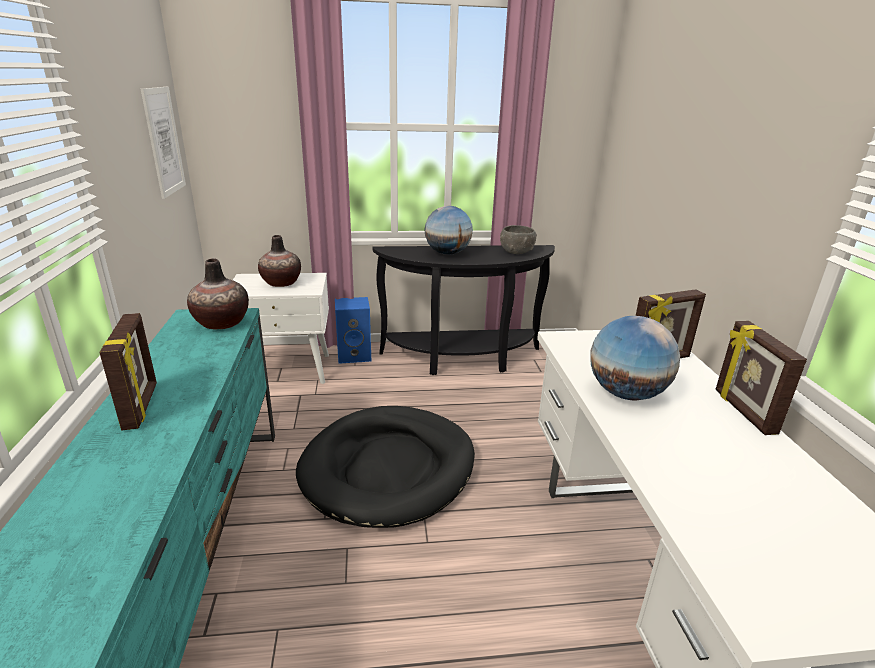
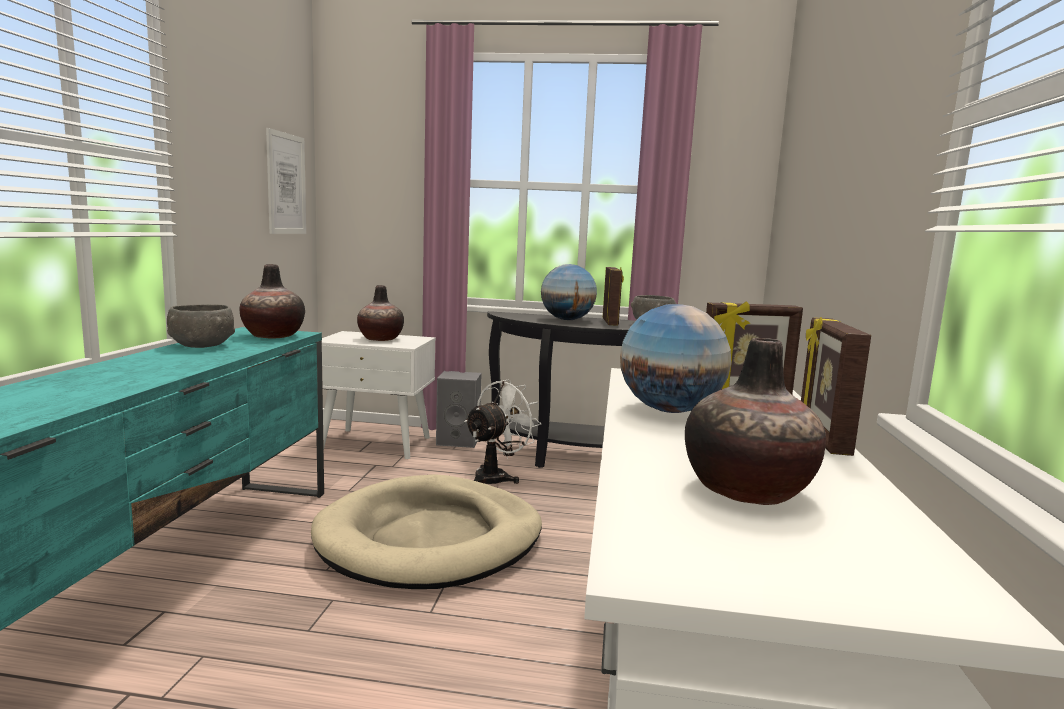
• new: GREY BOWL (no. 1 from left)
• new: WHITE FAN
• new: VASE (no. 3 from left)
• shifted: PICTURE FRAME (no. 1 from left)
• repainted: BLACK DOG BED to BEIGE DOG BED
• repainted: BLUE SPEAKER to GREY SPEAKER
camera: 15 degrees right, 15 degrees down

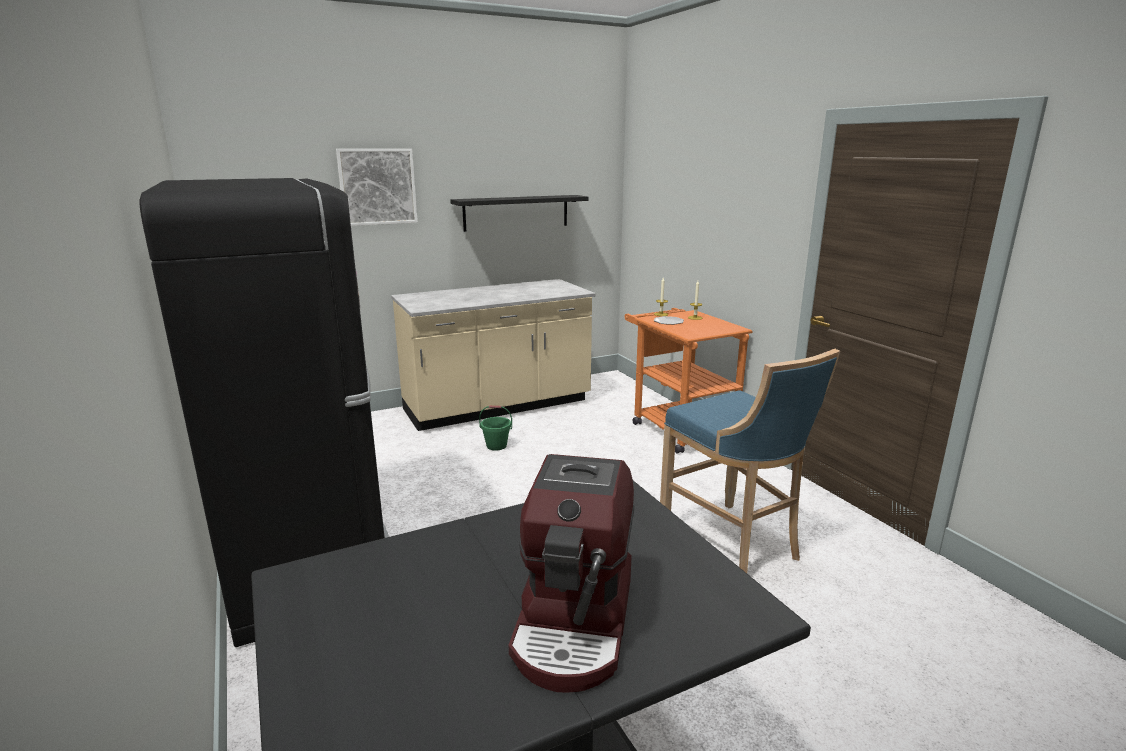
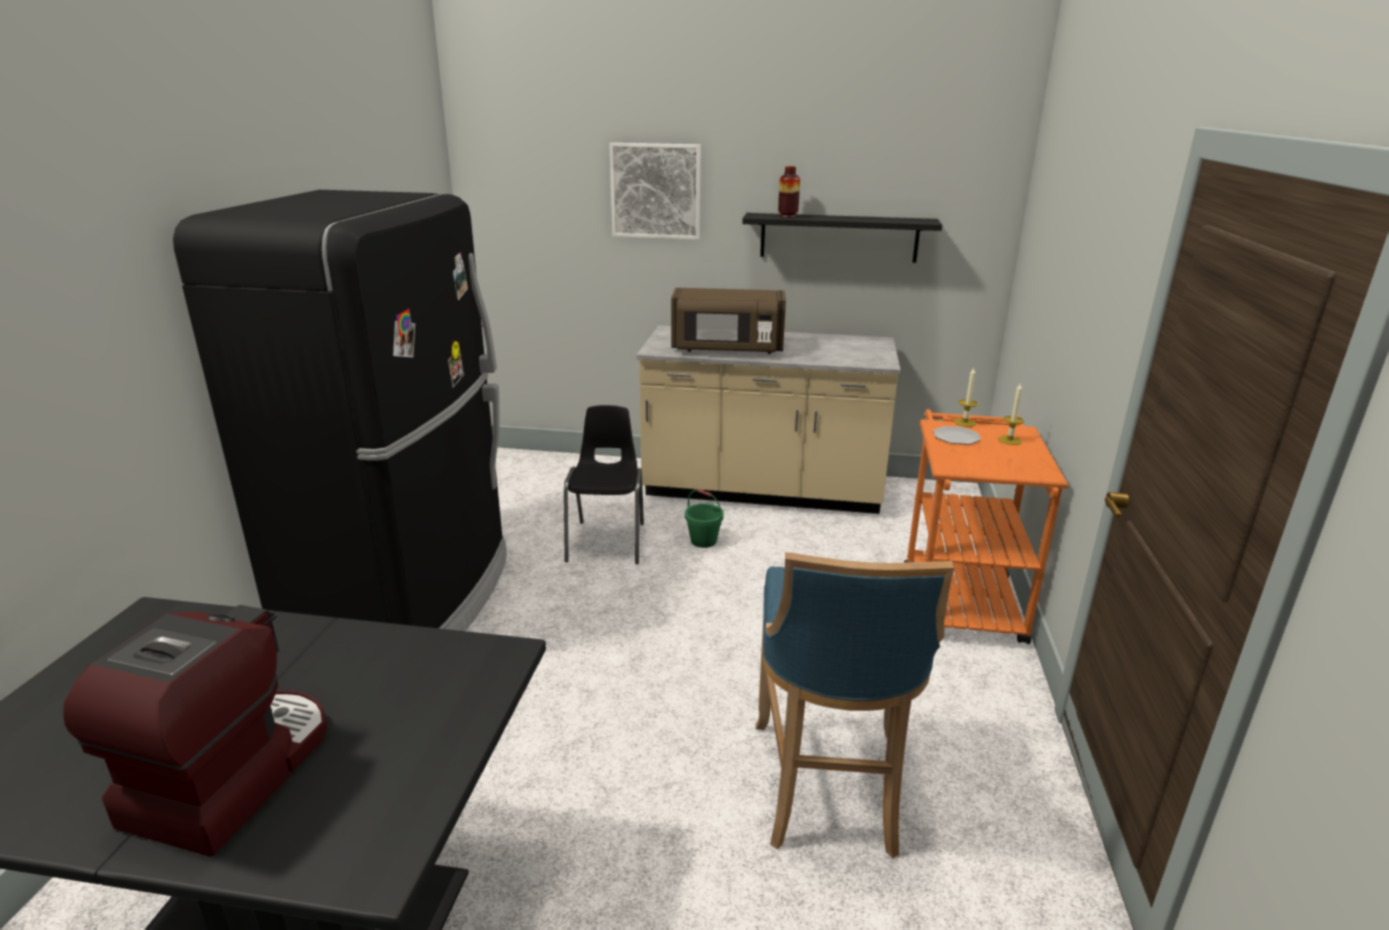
• new: BLACK CHAIR
• new: BROWN MICROWAVE
• new: VASE
• rotated: COFFEE MACHINE 150 degrees clockwise
camera: 35 degrees right, 5 degrees up

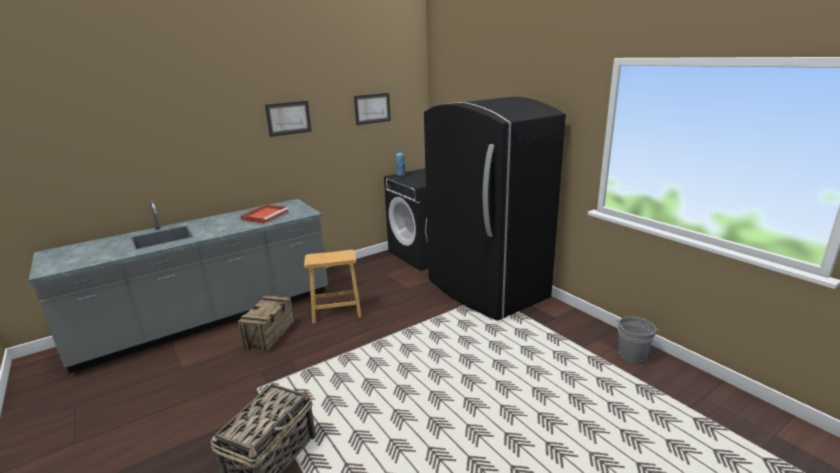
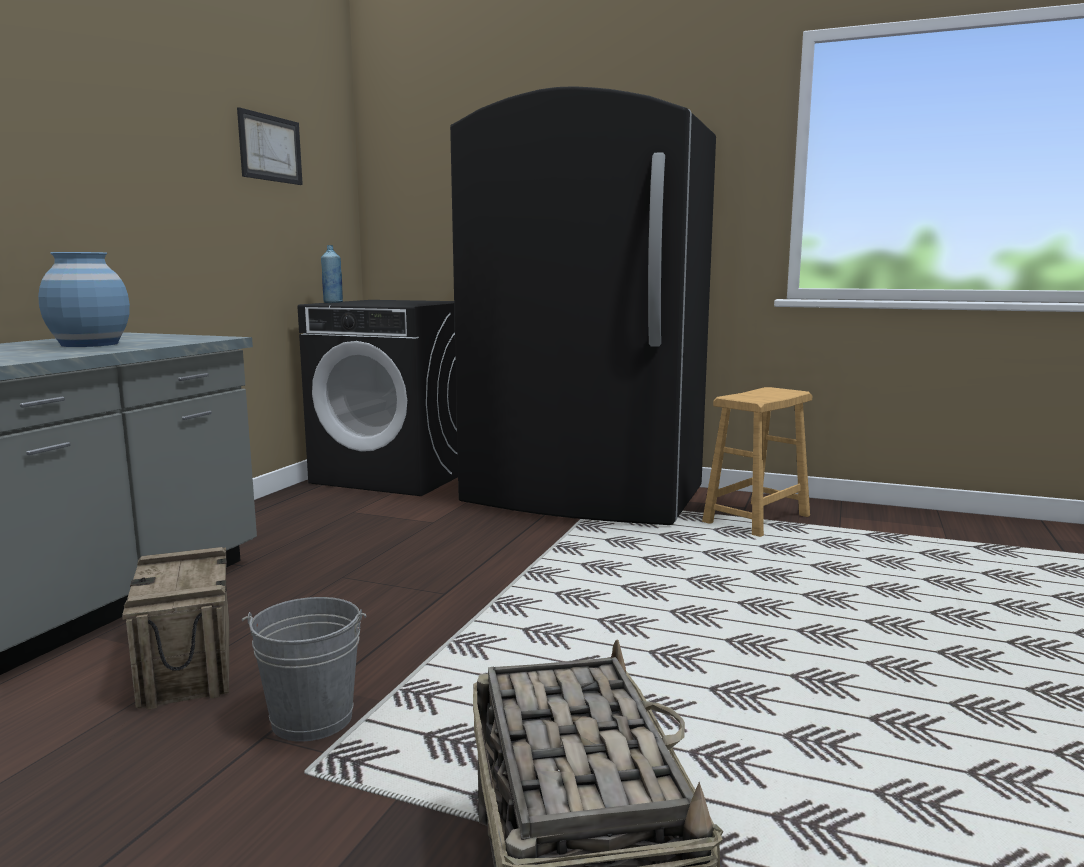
• gone: PICTURE (no. 1 from left)
• shifted: BROWN STOOL
• shifted: GREY BUCKET
• swapped: RED TRAY to BLUE VASE
camera: 35 degrees left, 10 degrees down

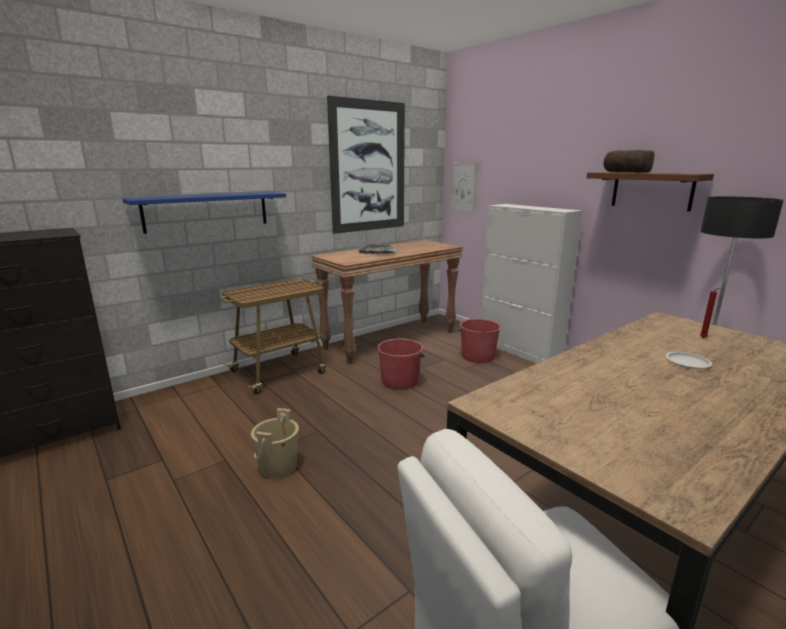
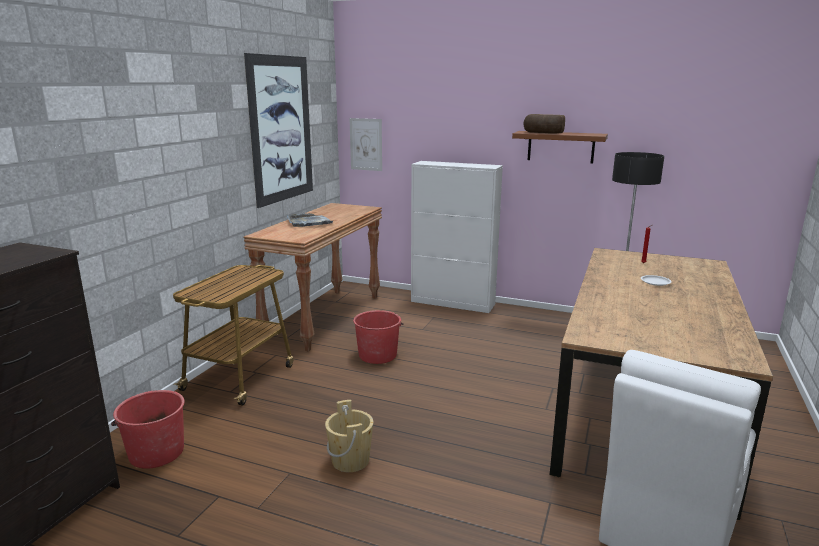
• gone: BLUE SHELF
• shifted: RED BUCKET (no. 2 from left in the first image) to RED BUCKET (no. 1 from left)
camera: 30 degrees left, 0 degrees up

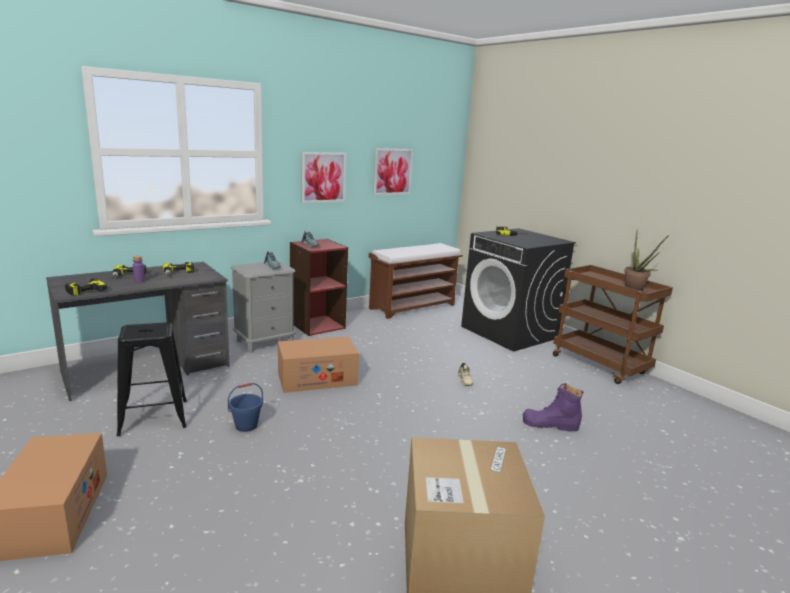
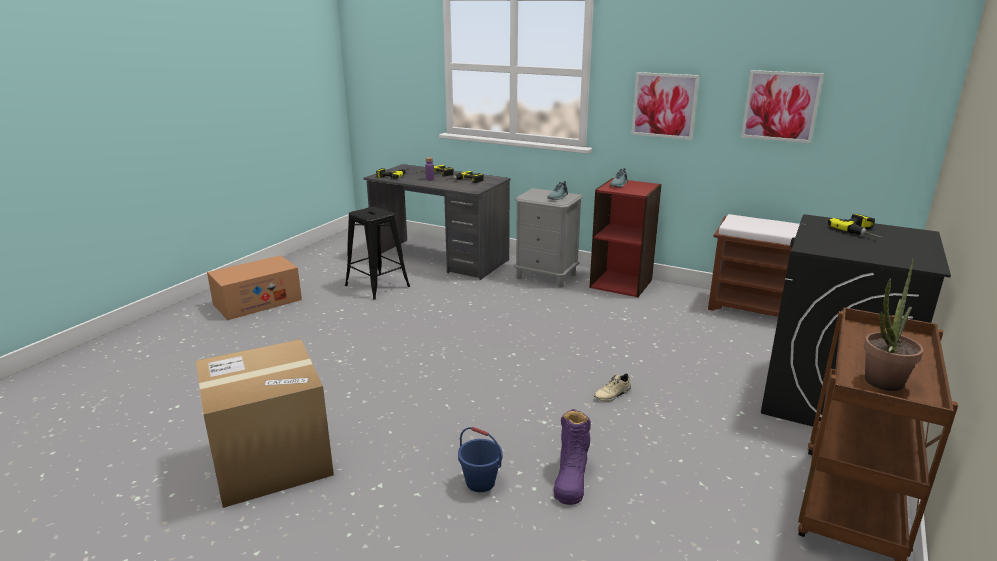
• gone: CARDBOARD BOX (no. 2 from left)
• shifted: BLUE BUCKET
• rotated: PURPLE BOOT 150 degrees counterclockwise
camera: 65 degrees right, 5 degrees up

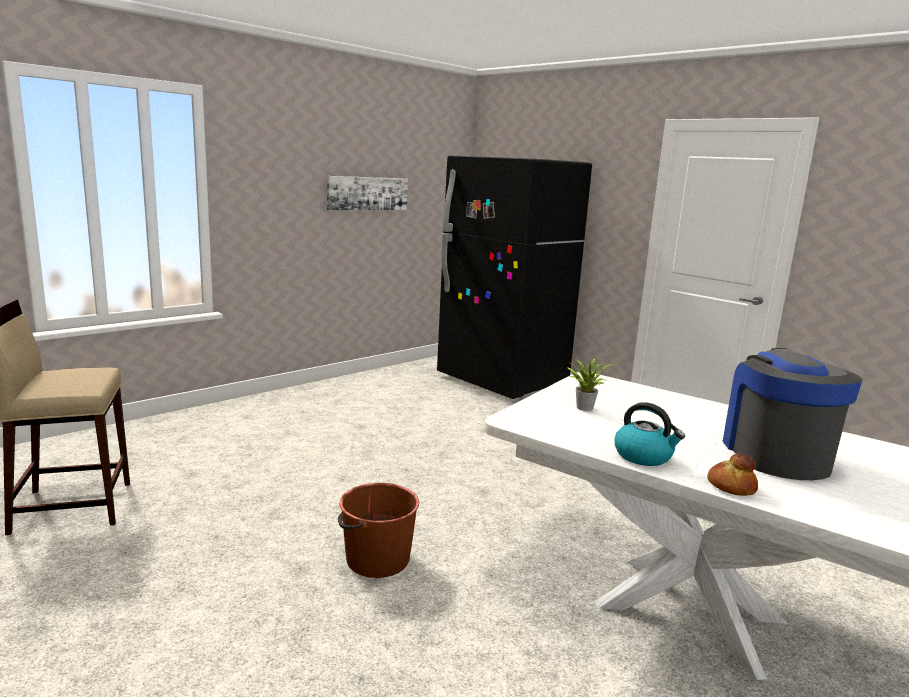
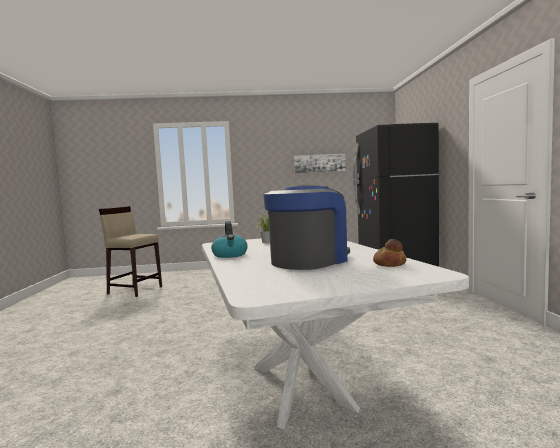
• gone: BROWN BUCKET
• shifted: BREAD
camera: 40 degrees right, 10 degrees down

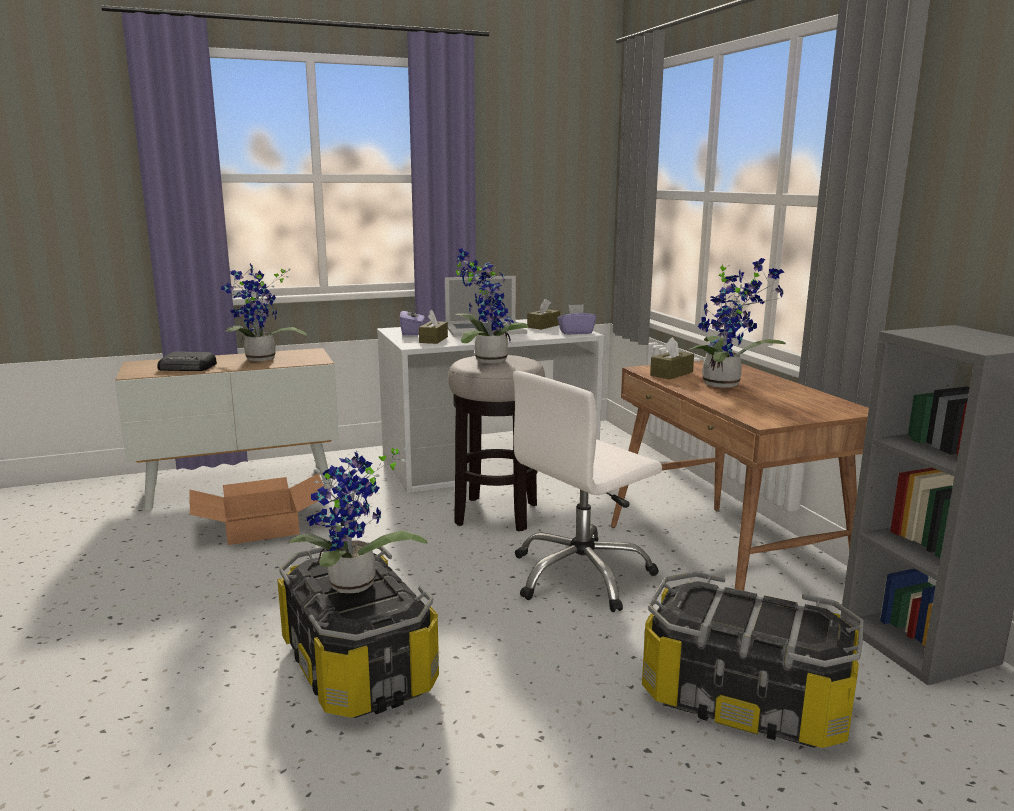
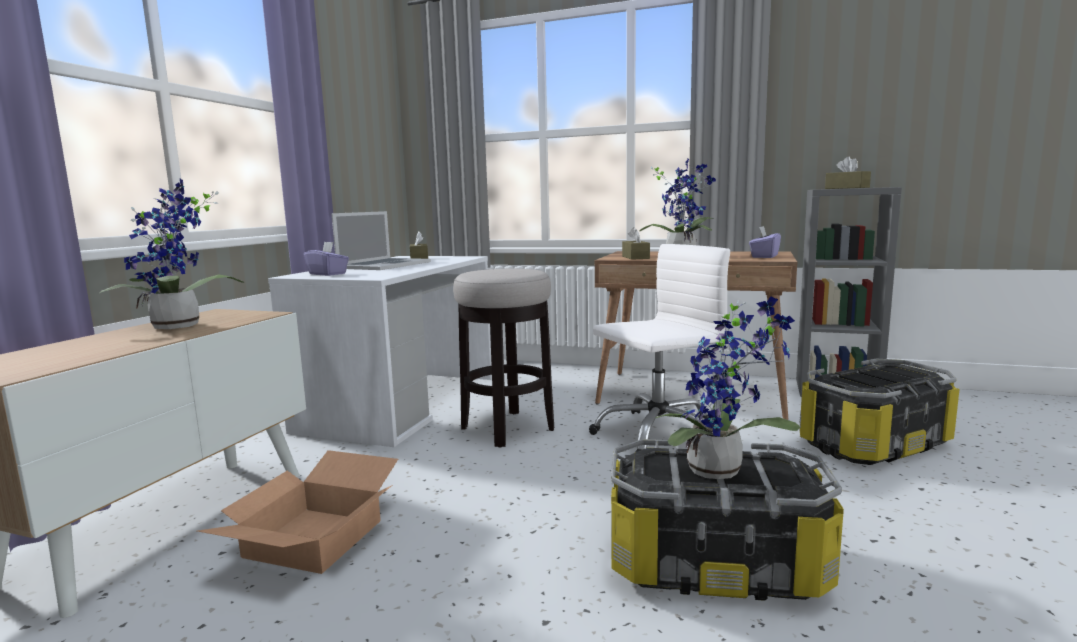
• gone: RADIO
• gone: POTTED PLANT (no. 3 from left)
• shifted: BROWN TISSUE BOX (no. 1 from left in the first image) to BROWN TISSUE BOX (no. 3 from left)
• shifted: PURPLE TISSUE BOX (no. 2 from left)
• rotated: WHITE OFFICE CHAIR 120 degrees counterclockwise
camera: 50 degrees left, 5 degrees down

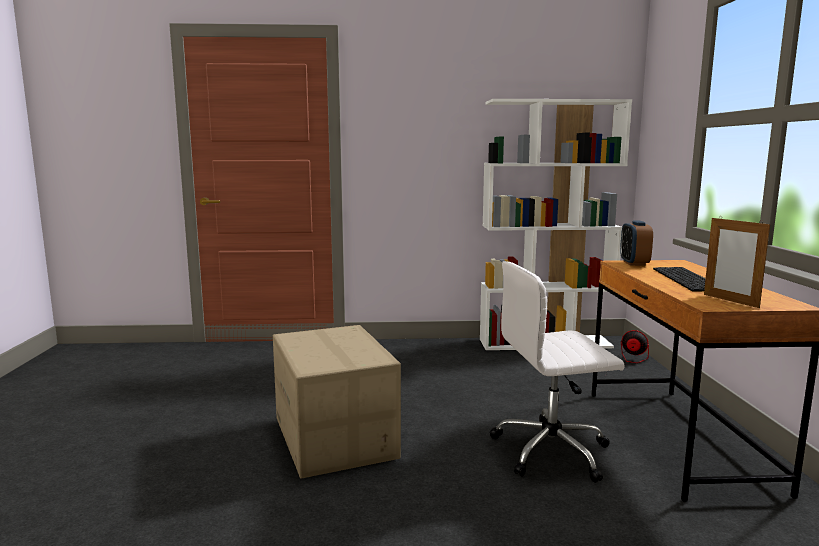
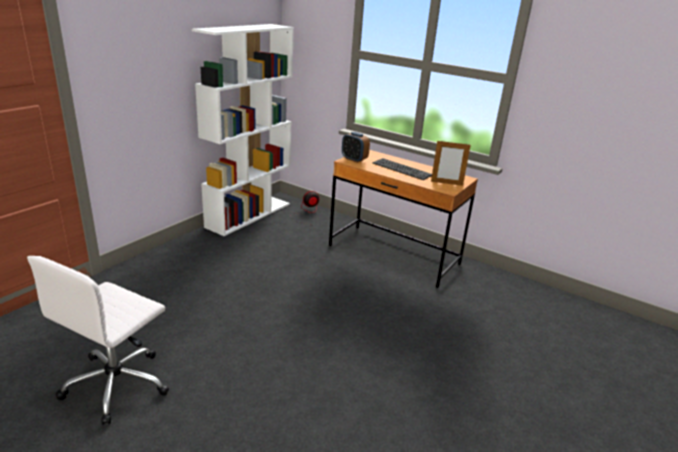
• gone: CARDBOARD BOX
• shifted: WHITE OFFICE CHAIR
camera: 55 degrees left, 15 degrees up

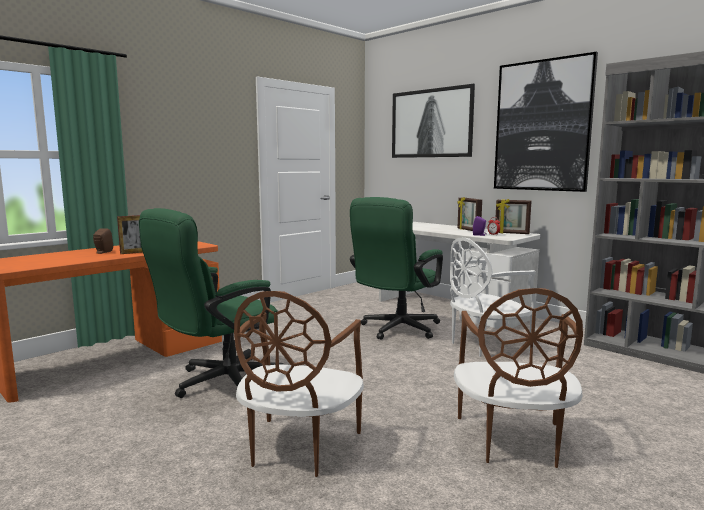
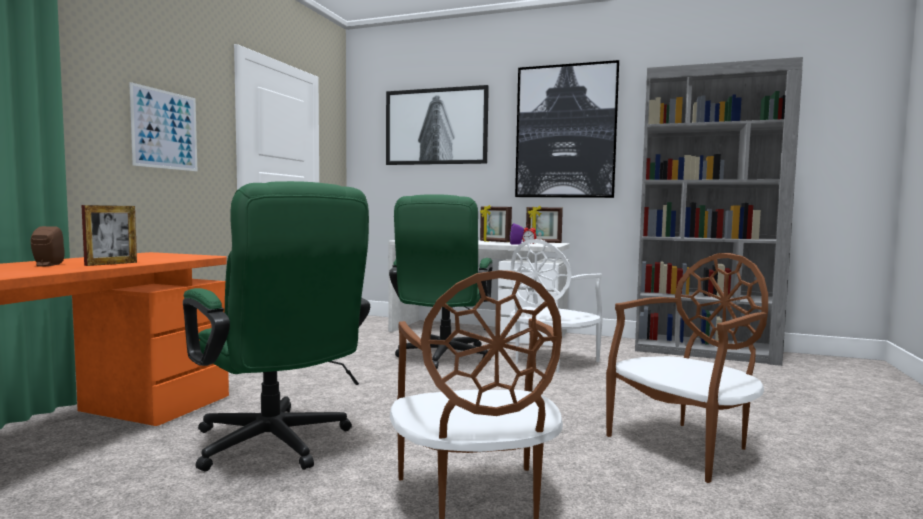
• new: PICTURE (no. 1 from left)
• rotated: GREEN OFFICE CHAIR (no. 1 from left) 60 degrees counterclockwise
• rotated: BROWN CHAIR (no. 2 from left) 105 degrees counterclockwise
camera: 25 degrees left, 5 degrees down

